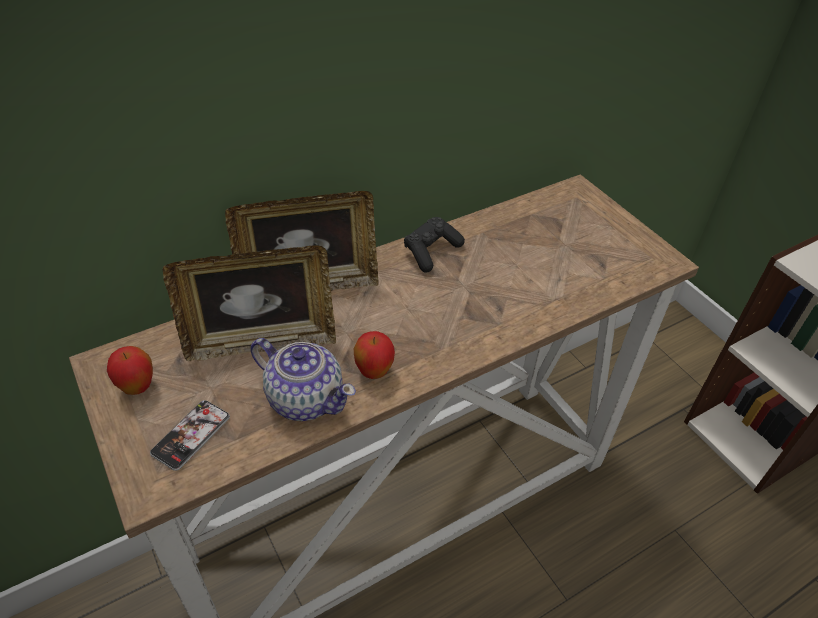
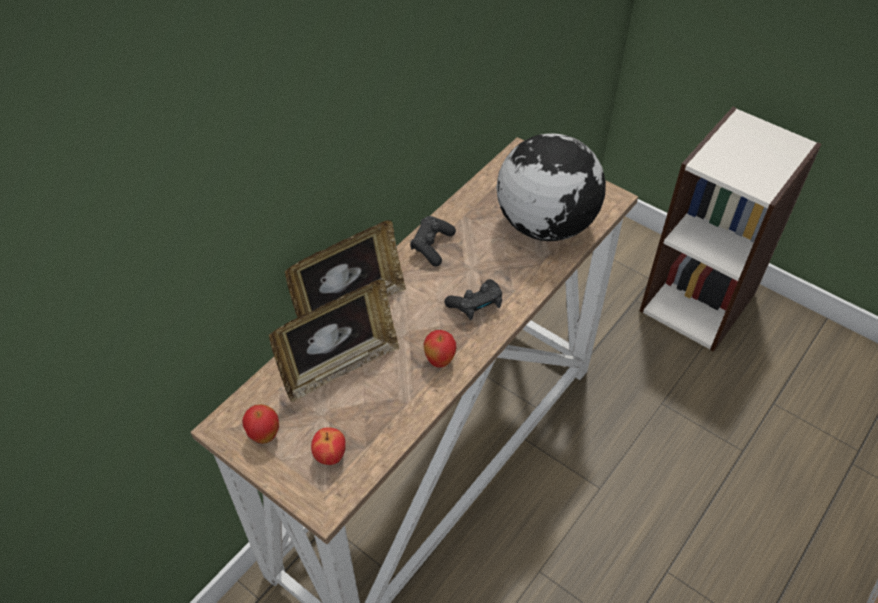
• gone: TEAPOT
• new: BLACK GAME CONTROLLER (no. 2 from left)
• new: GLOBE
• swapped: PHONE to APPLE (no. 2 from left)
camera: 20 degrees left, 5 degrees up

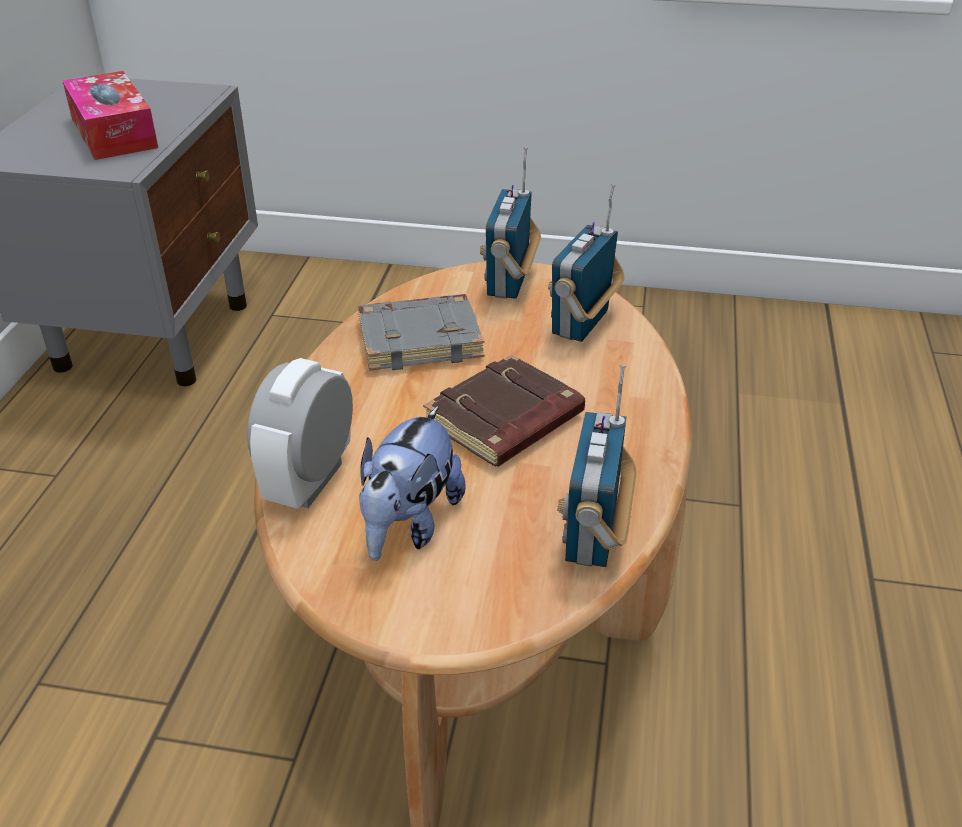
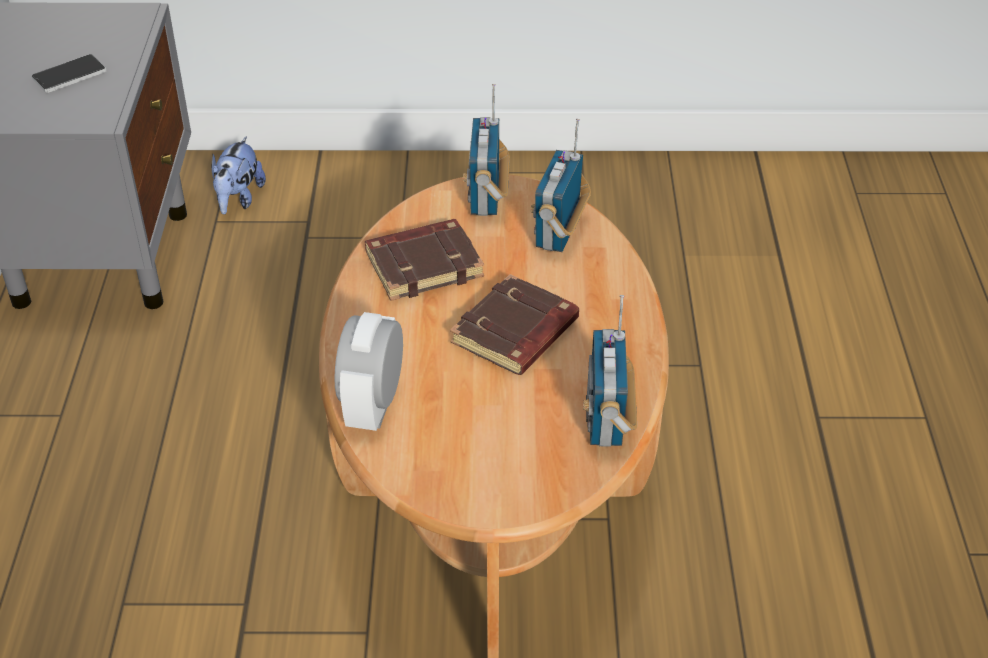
• shifted: PLUSH TOY
• swapped: TISSUE BOX to PHONE
• repainted: GREY BOOK to BROWN BOOK (no. 1 from left)
camera: 10 degrees left, 5 degrees up

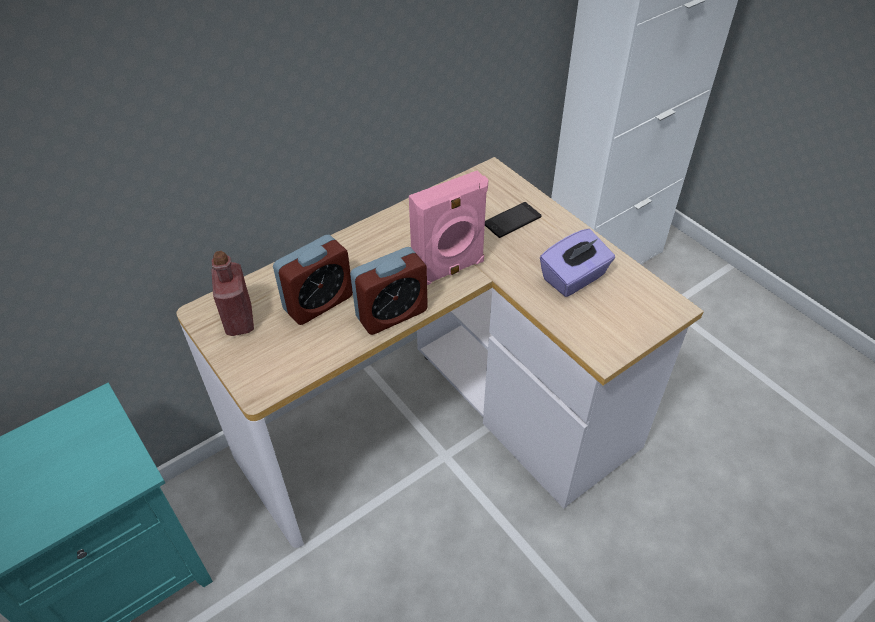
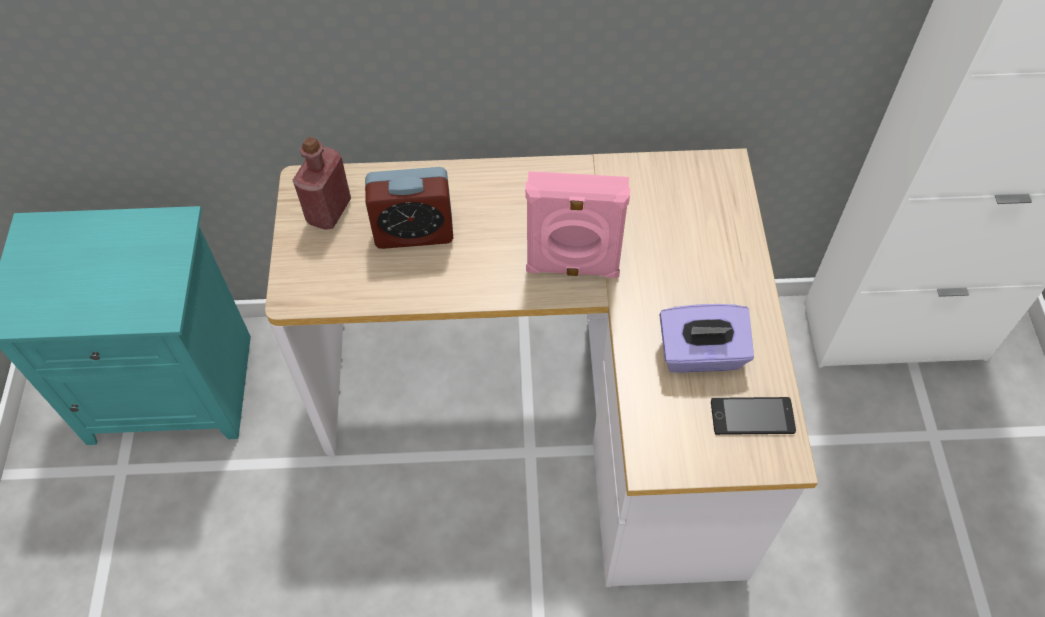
• gone: ALARM CLOCK (no. 2 from left)
• shifted: PHONE
camera: 35 degrees right, 10 degrees up

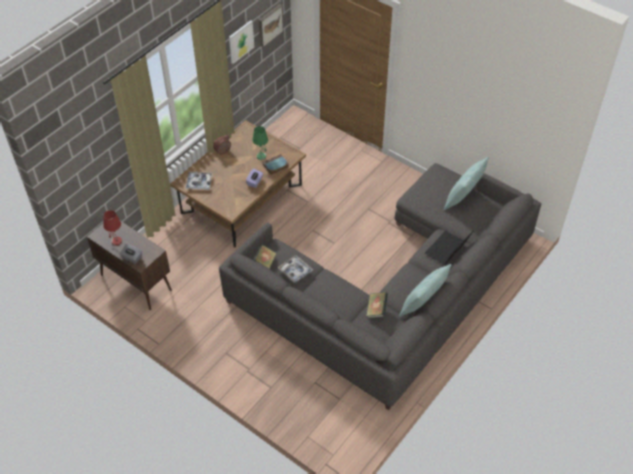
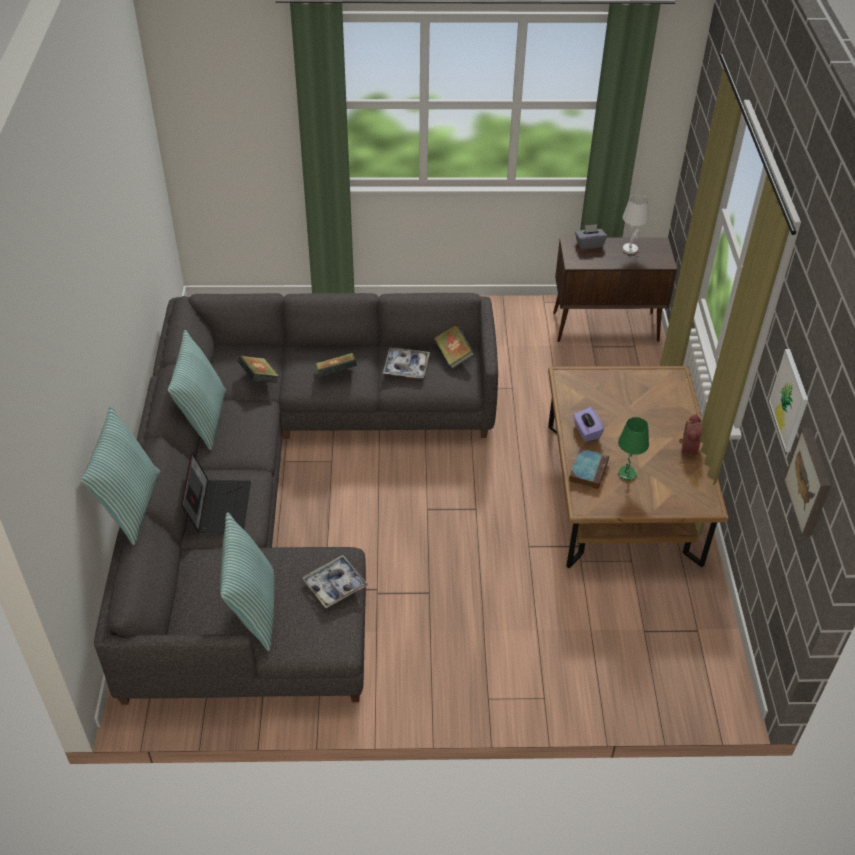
• new: PILLOW (no. 1 from left)
• new: BOOK (no. 2 from left)
• shifted: TRAY (no. 1 from left)
• repainted: RED TABLE LAMP to WHITE TABLE LAMP
camera: 140 degrees right, 5 degrees down

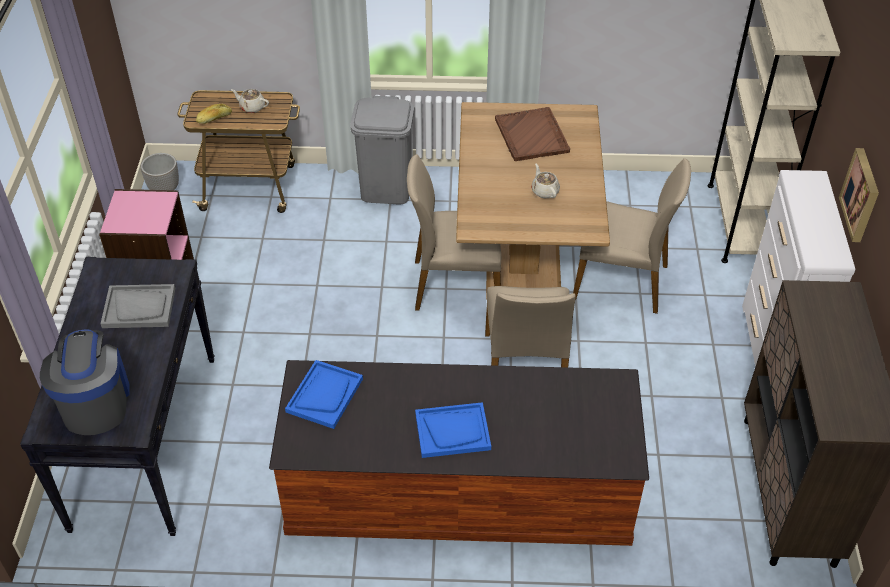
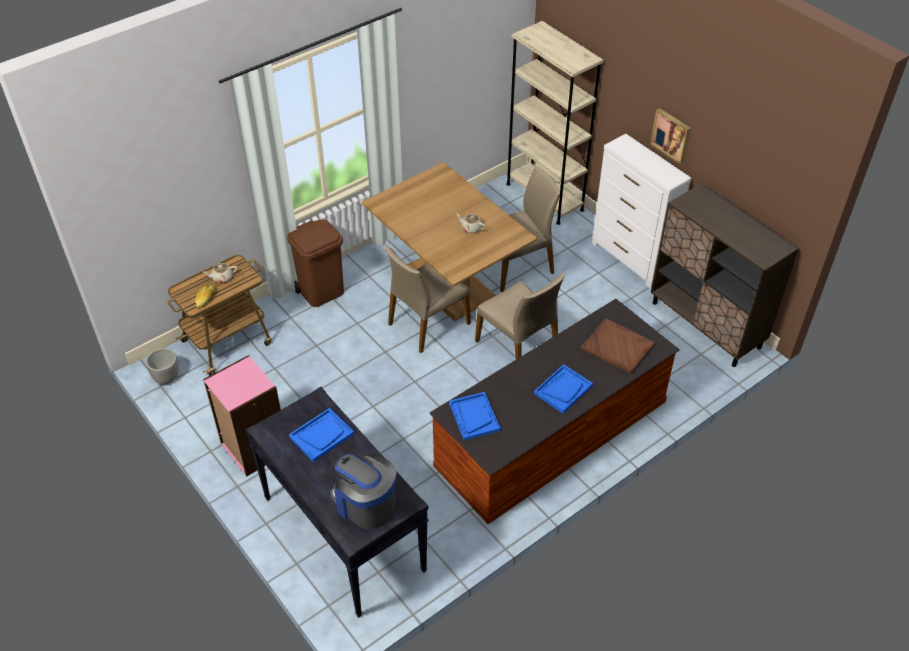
• shifted: BROWN TRAY
• repainted: GREY TRAY to BLUE TRAY (no. 1 from left)
• repainted: GREY TRASH CAN to BROWN TRASH CAN
camera: 40 degrees left, 0 degrees up

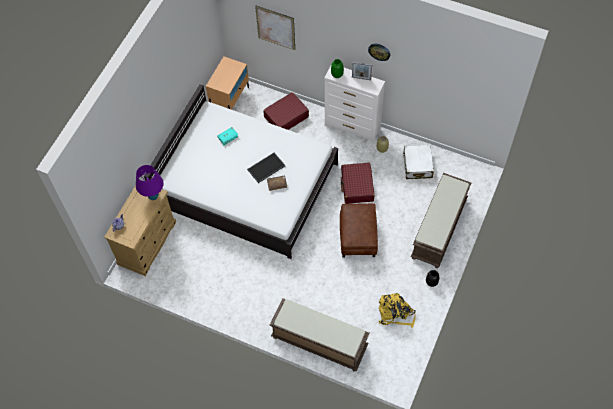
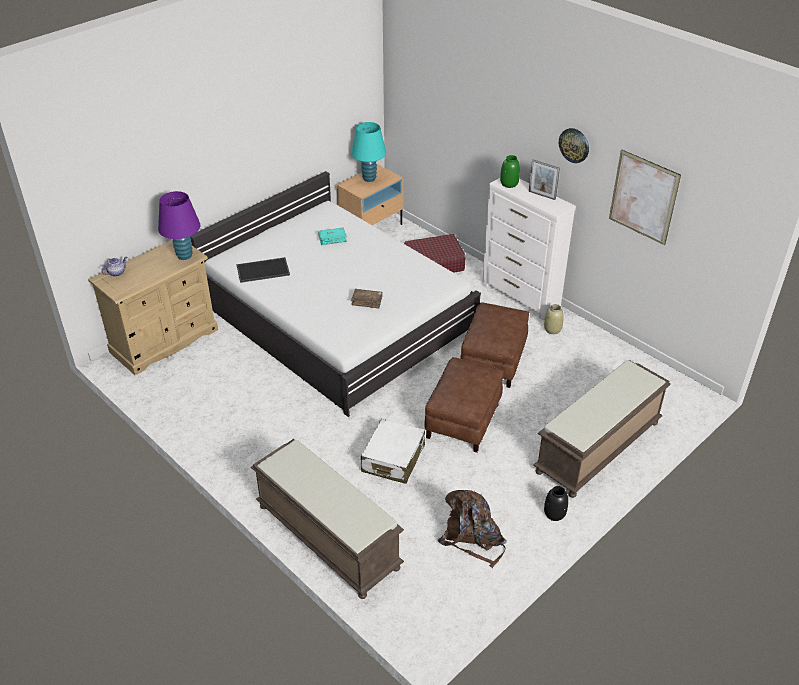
• new: TURQUOISE TABLE LAMP
• shifted: TRAY
• shifted: PICTURE
• shifted: WHITE SUITCASE
• swapped: RED SUITCASE (no. 2 from left) to BROWN OTTOMAN (no. 2 from left)
• repainted: YELLOW BACKPACK to BROWN BACKPACK
camera: 20 degrees right, 20 degrees down

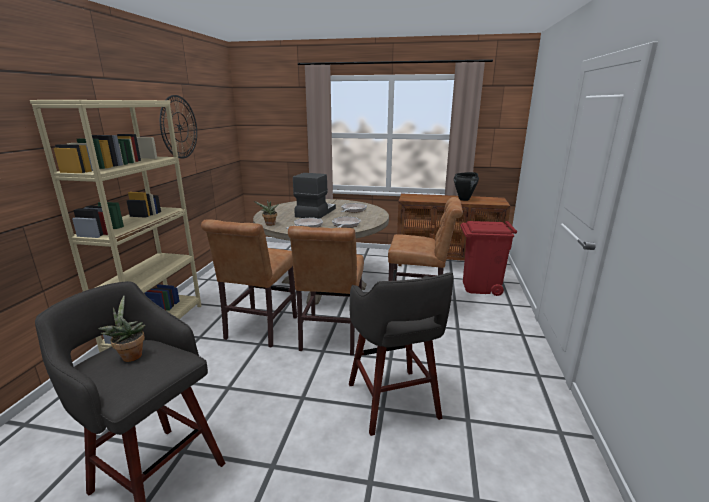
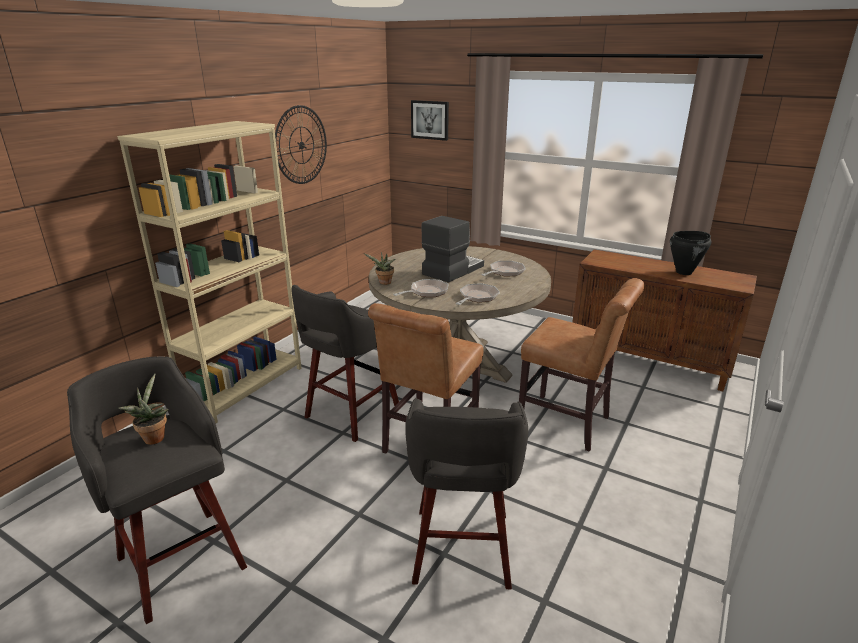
• gone: RED TRASH CAN
• new: PICTURE
• swapped: BROWN CHAIR (no. 1 from left) to GREY STOOL (no. 2 from left)
camera: 20 degrees right, 5 degrees up

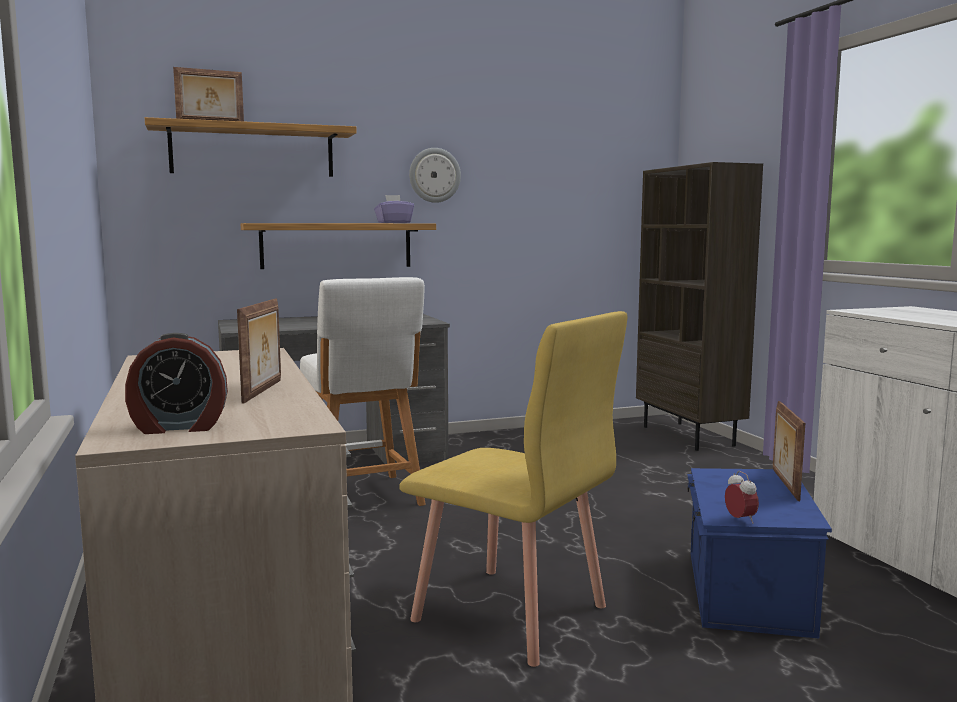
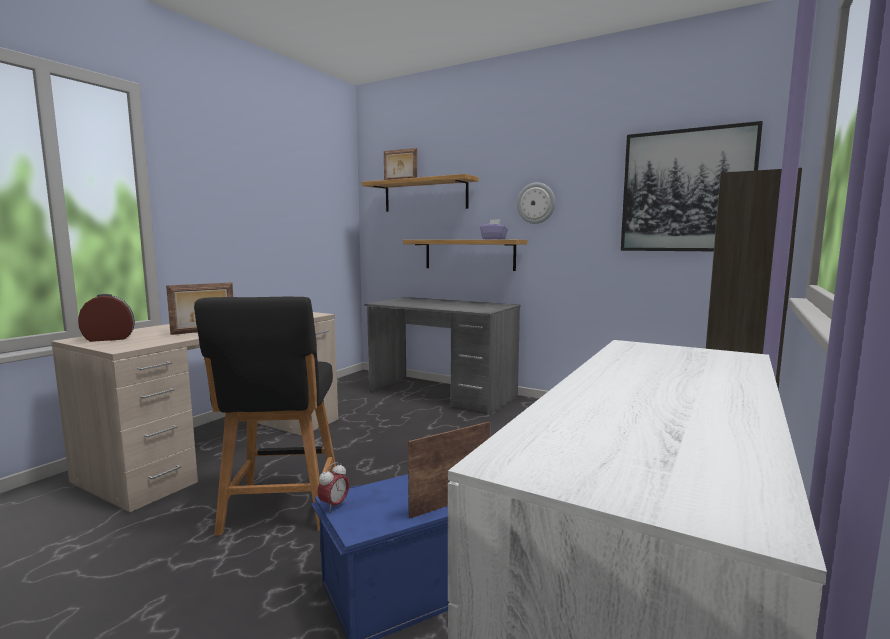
• gone: WHITE STOOL
• new: PICTURE
• swapped: YELLOW CHAIR to BLACK STOOL
• rotated: ALARM CLOCK (no. 1 from left) 120 degrees clockwise
camera: 50 degrees right, 0 degrees up

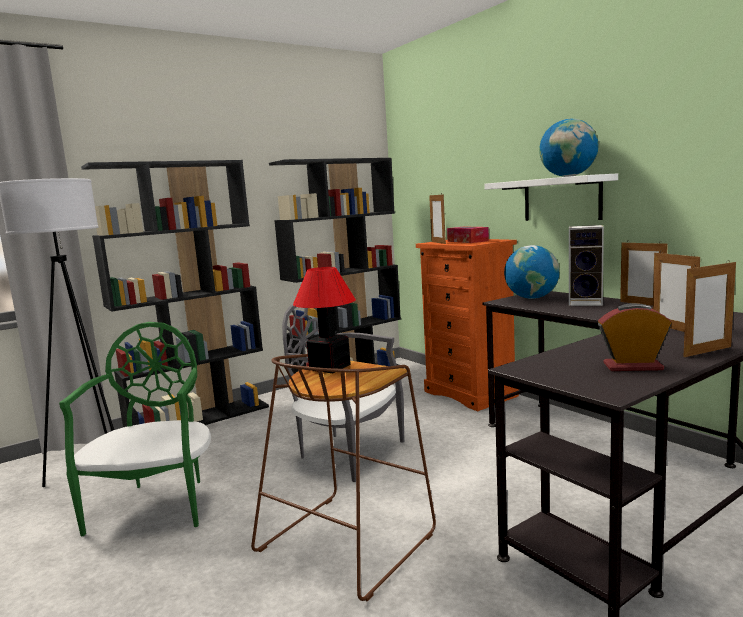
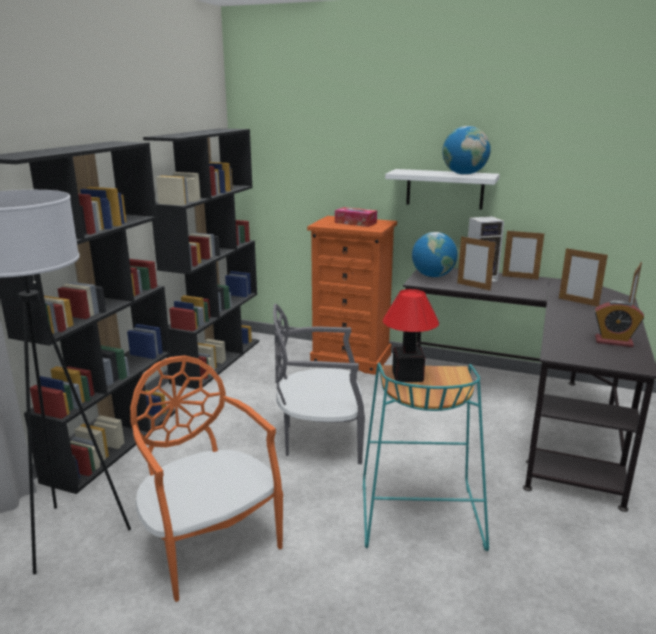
• shifted: PICTURE FRAME (no. 1 from left)
• repainted: GREEN CHAIR to ORANGE CHAIR
• repainted: BROWN STOOL to TURQUOISE STOOL
• rotated: ALARM CLOCK 135 degrees counterclockwise
camera: 35 degrees left, 10 degrees up

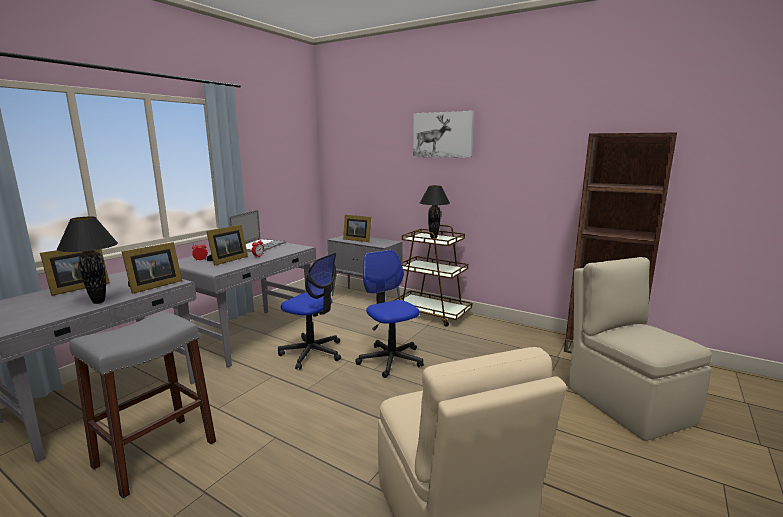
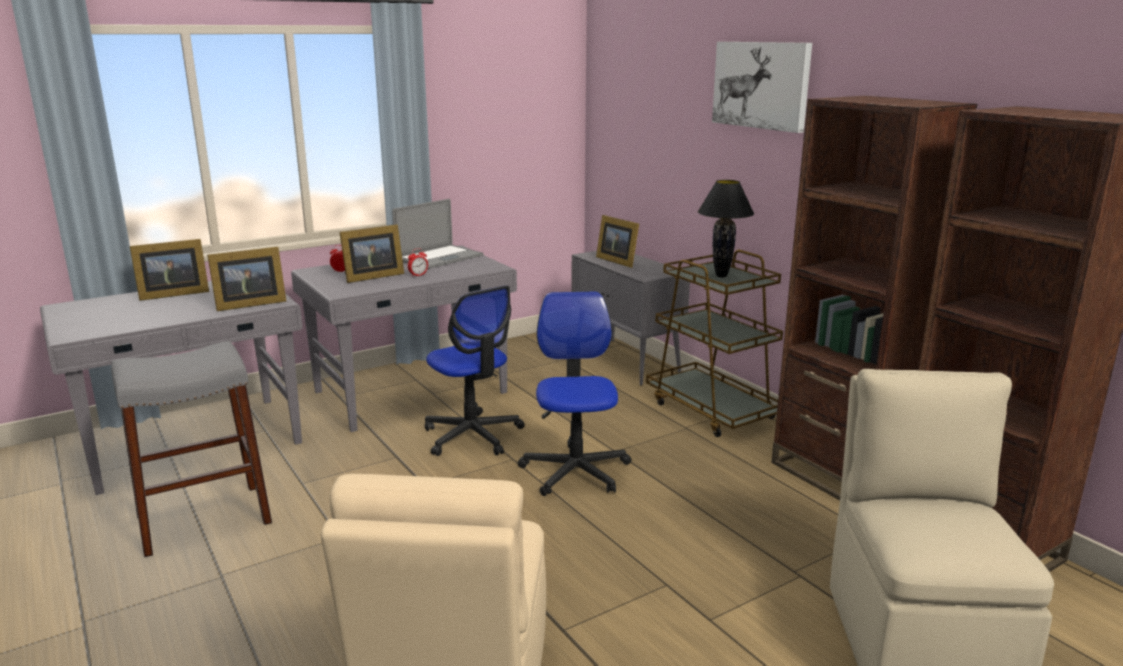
• gone: BLACK TABLE LAMP (no. 1 from left)
• new: BROWN BOOKCASE (no. 1 from left)
camera: 25 degrees right, 5 degrees up

